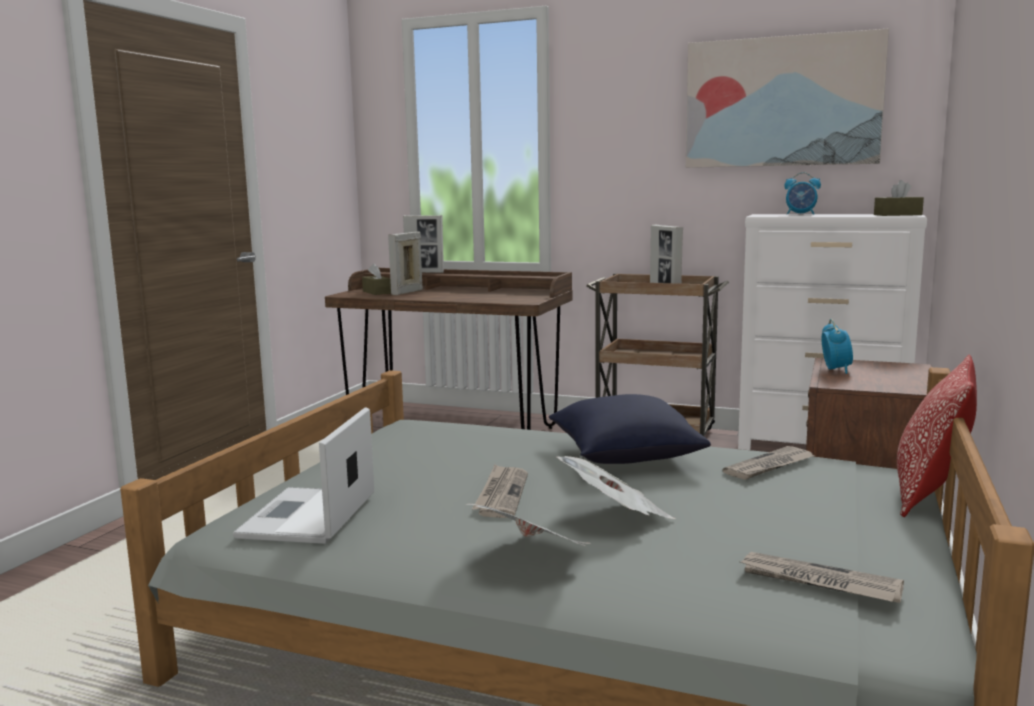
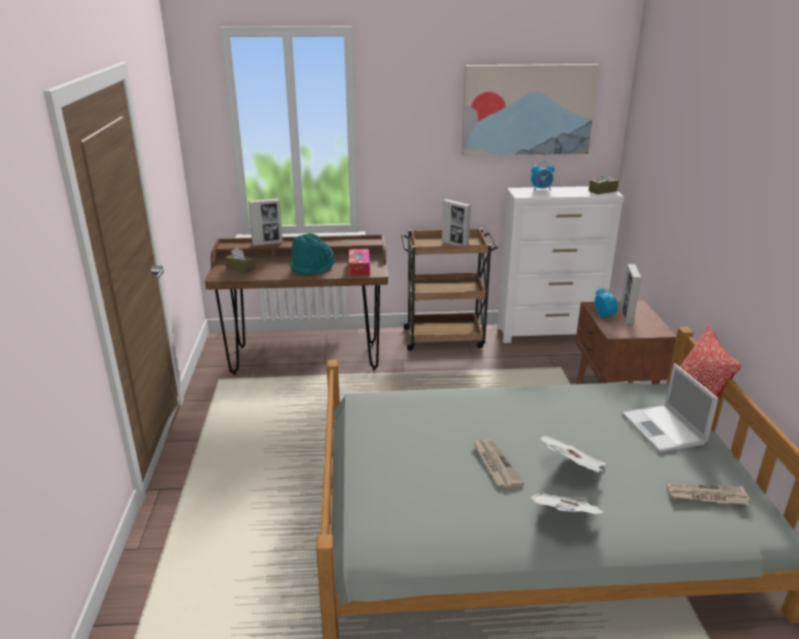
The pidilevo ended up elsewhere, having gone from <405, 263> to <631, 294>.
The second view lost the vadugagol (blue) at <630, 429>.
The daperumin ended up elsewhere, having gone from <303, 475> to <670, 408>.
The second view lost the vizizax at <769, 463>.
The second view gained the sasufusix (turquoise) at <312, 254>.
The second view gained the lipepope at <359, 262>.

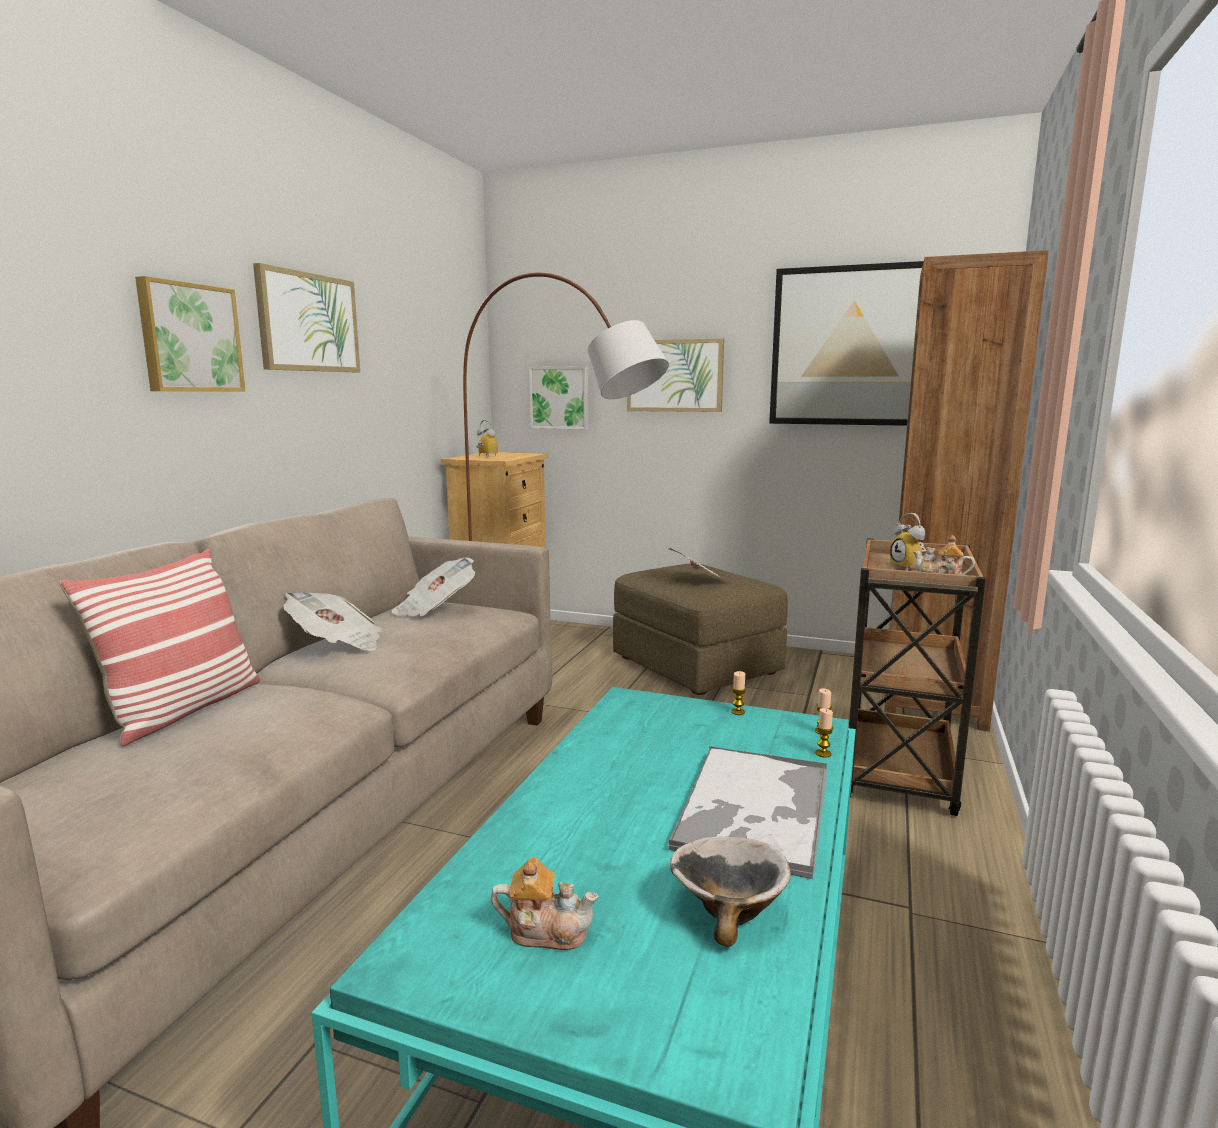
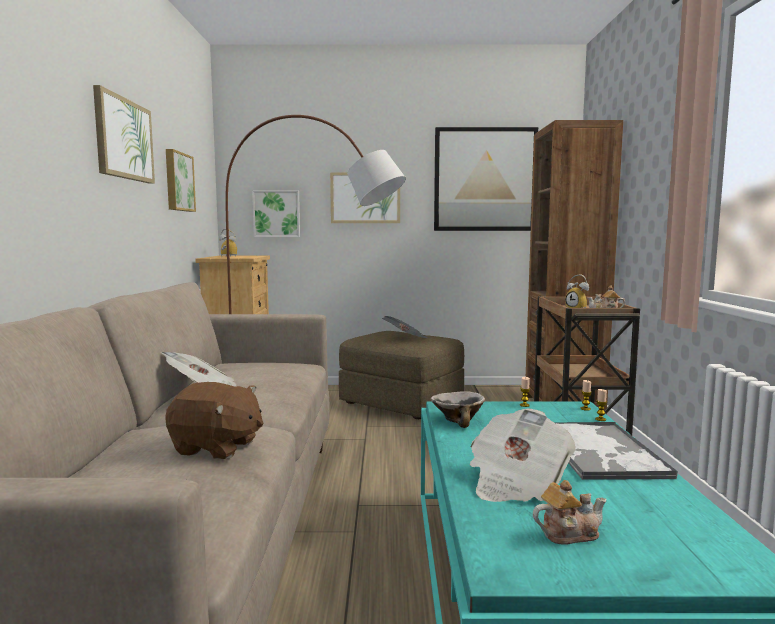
The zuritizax ended up elsewhere, having gone from <190, 333> to <181, 180>.
The second view lost the vadugagol at <159, 648>.
The vizizax ended up elsewhere, having gone from <433, 587> to <523, 455>.
The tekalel ended up elsewhere, having gone from <730, 892> to <458, 409>.
The second view gained the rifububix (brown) at <214, 420>.

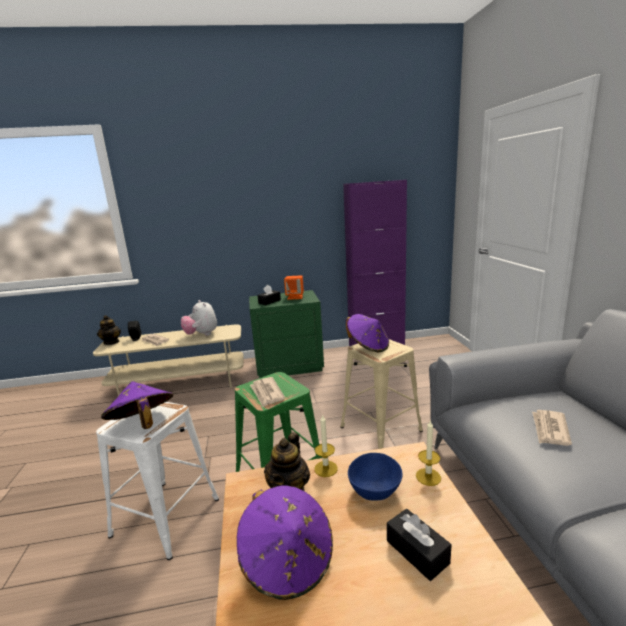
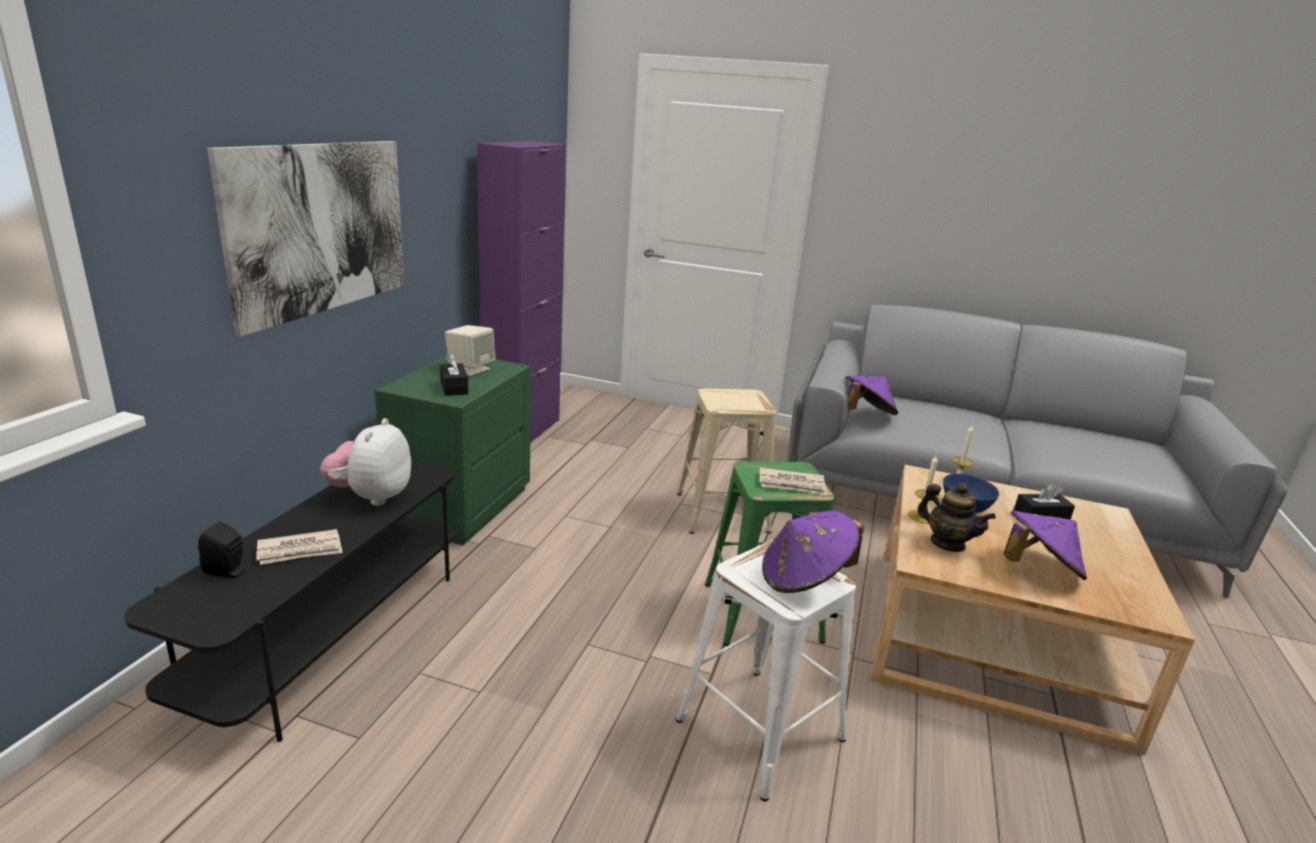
What was the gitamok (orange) at <294, 287> turned into the gitamok (beige) at <470, 350>.
The rifububix at <199, 318> ended up facing another way, 105 degrees clockwise from before.
The sasufusix (purple) ended up elsewhere, having gone from <367, 333> to <871, 395>.
The second view lost the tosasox at <109, 330>.
What was the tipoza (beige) at <168, 360> turned into the tipoza (black) at <289, 600>.
The second view lost the vizizax at <552, 428>.
The second view gained the zuritizax at <306, 239>.

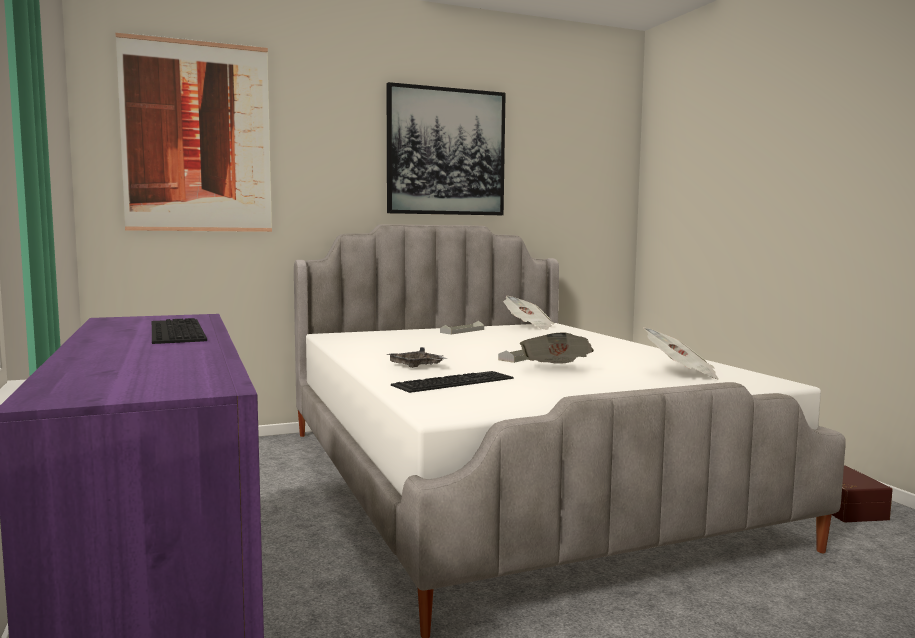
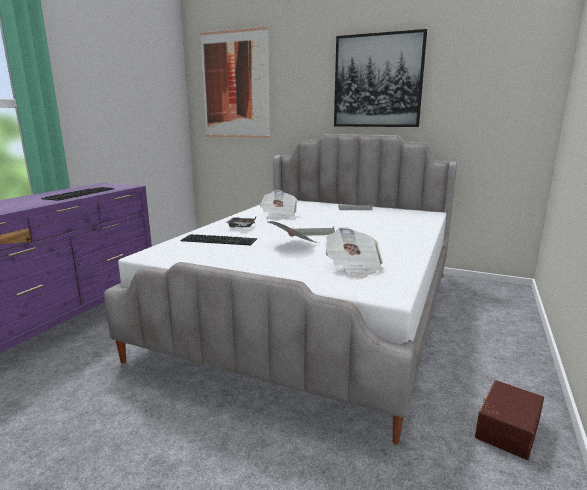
The vizizax ended up elsewhere, having gone from <528, 313> to <279, 205>.

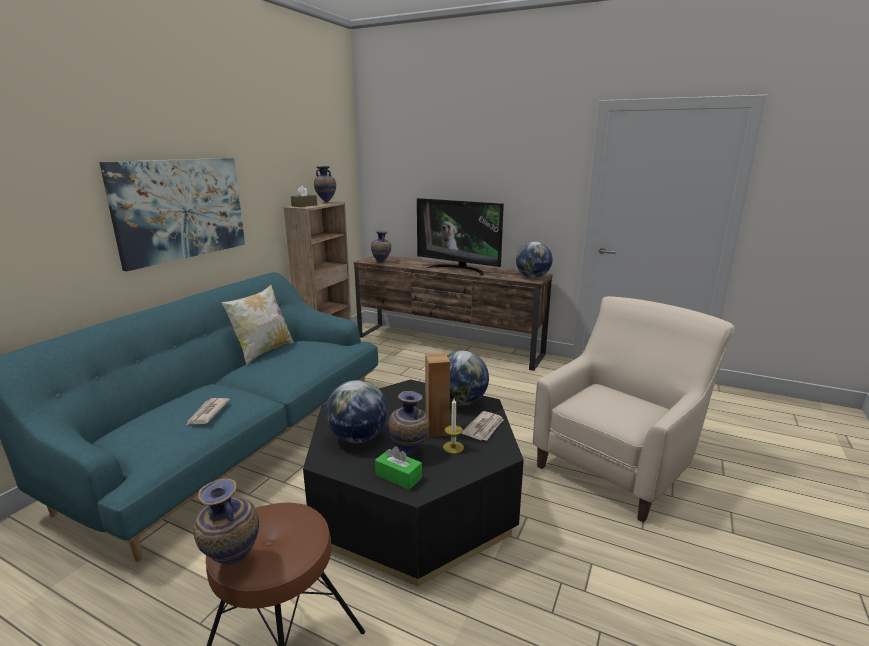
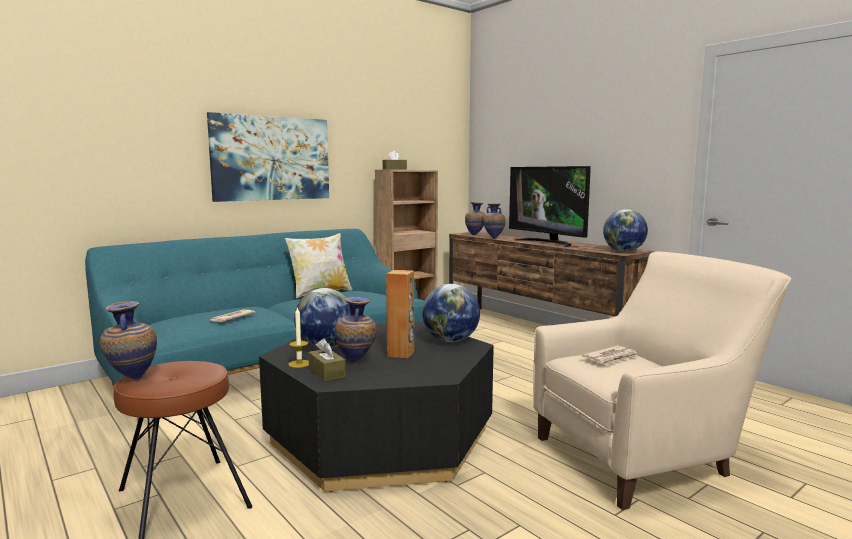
The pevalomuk ended up elsewhere, having gone from <325, 184> to <494, 220>.
The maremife ended up elsewhere, having gone from <453, 426> to <298, 338>.
The vizizax ended up elsewhere, having gone from <482, 426> to <610, 355>.
What was the lipepope (green) at <398, 468> turned into the lipepope (brown) at <327, 360>.

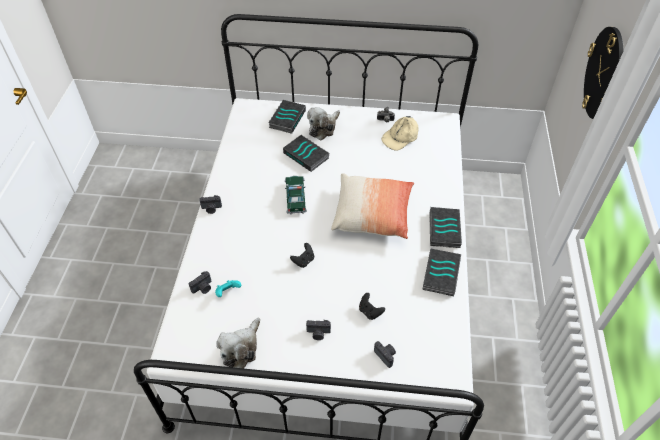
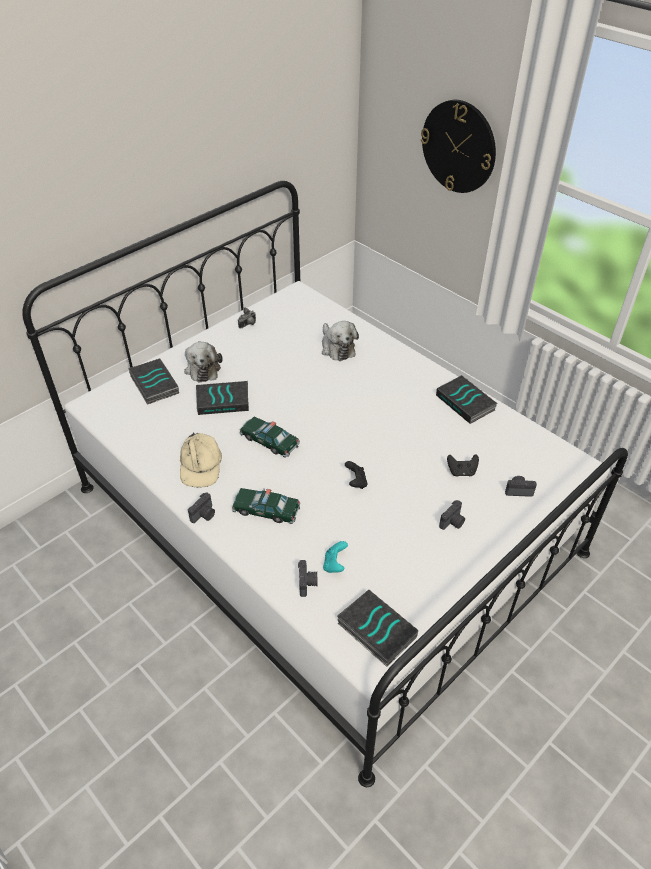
The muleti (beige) ended up elsewhere, having gone from <400, 133> to <201, 460>.
The second view lost the vadugagol at <372, 206>.
The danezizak ended up elsewhere, having gone from <445, 227> to <377, 628>.
The rifububix ended up elsewhere, having gone from <238, 342> to <340, 341>.
The second view gained the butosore at <266, 506>.

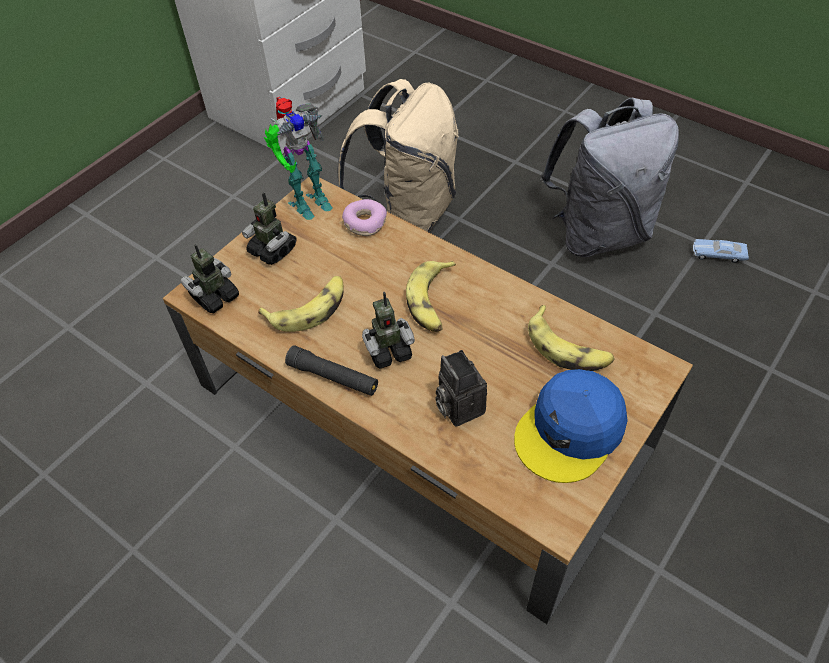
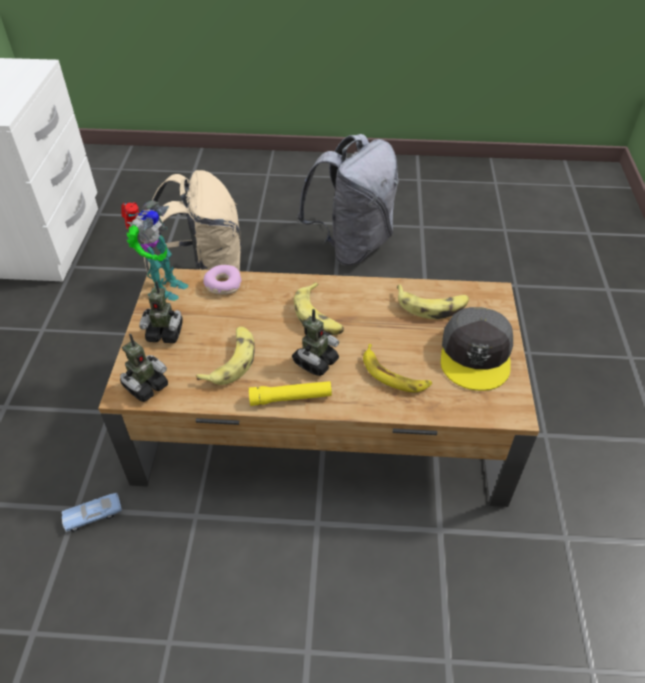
The butosore (blue) ended up elsewhere, having gone from <721, 251> to <91, 512>.
The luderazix at <210, 278> ended up facing another way, 150 degrees counterclockwise from before.
What was the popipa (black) at <331, 370> turned into the popipa (yellow) at <290, 393>.
Where the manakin stood at <461, 388>, the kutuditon came to stand at <397, 368>.
What was the muleti (blue) at <571, 426> turned into the muleti (grey) at <476, 349>.

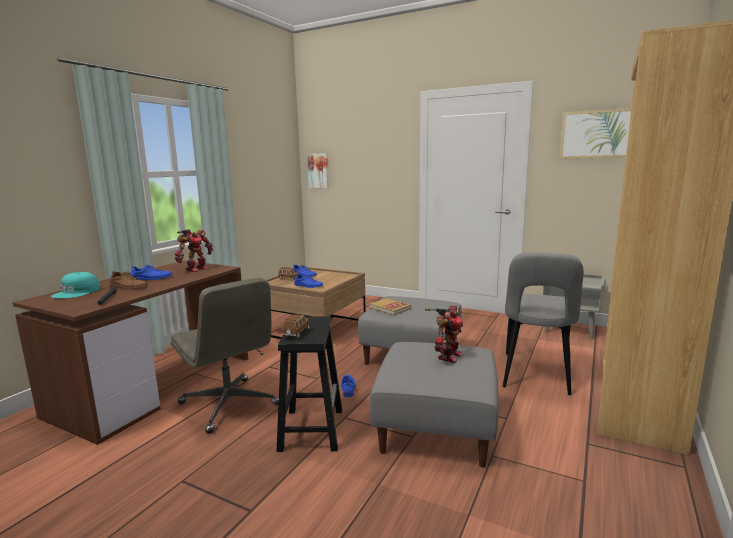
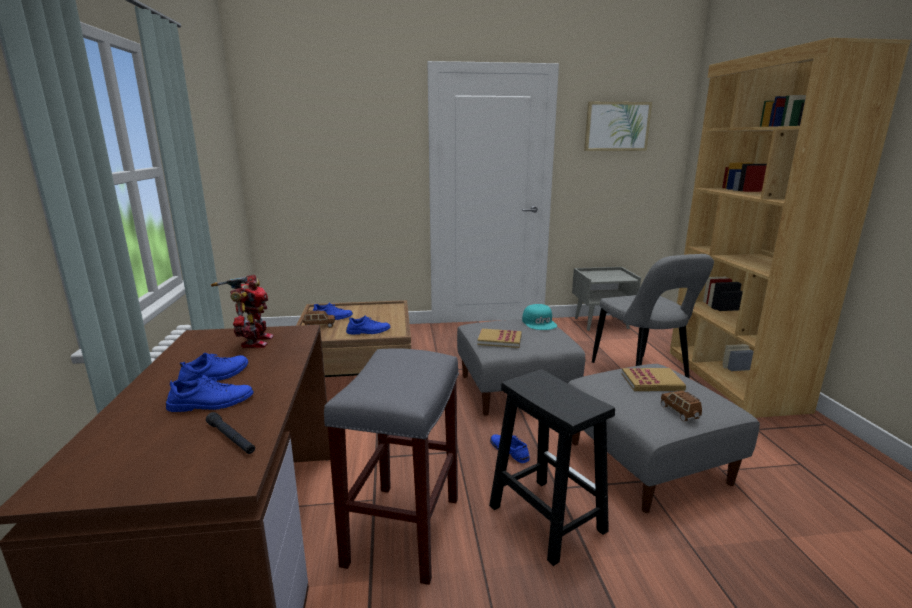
The second view lost the zuritizax at <318, 170>.
What was the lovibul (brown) at <129, 280> turned into the lovibul (blue) at <210, 393>.
The muleti (turquoise) ended up elsewhere, having gone from <75, 285> to <539, 317>.
Where the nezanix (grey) stood at <225, 356>, the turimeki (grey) came to stand at <391, 466>.
Where the luderazix stood at <444, 334>, the danezizak came to stand at <654, 379>.
The butosore (brown) ended up elsewhere, having gone from <296, 326> to <681, 406>.

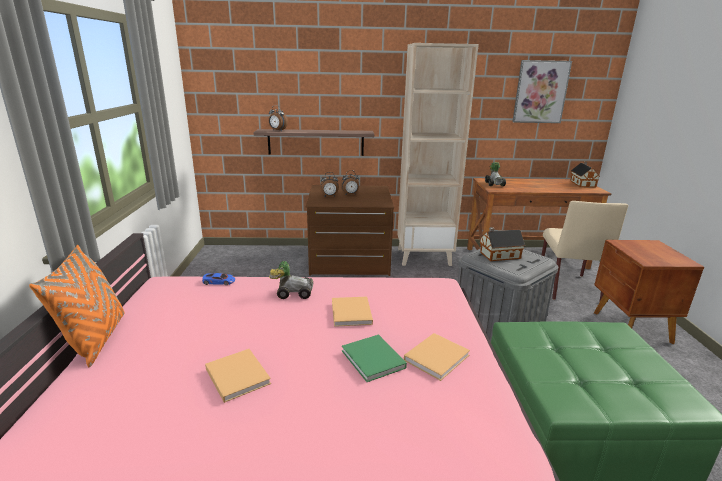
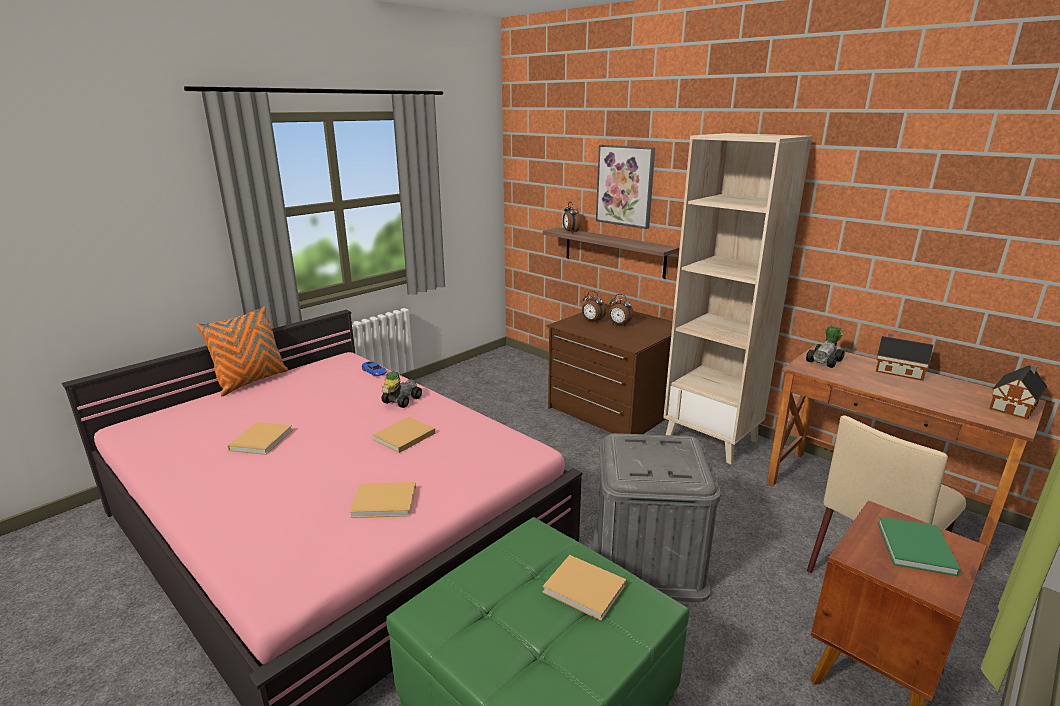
The zuritizax ended up elsewhere, having gone from <542, 91> to <625, 187>.
The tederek ended up elsewhere, having gone from <502, 244> to <904, 356>.
The butosore at <291, 280> ended up facing another way, 105 degrees counterclockwise from before.
The danezizak (green) ended up elsewhere, having gone from <374, 358> to <919, 546>.
The second view gained the danezizak (beige) at <584, 588>.

